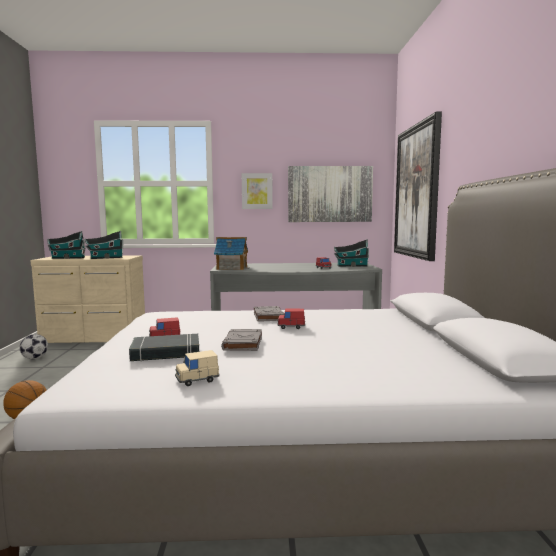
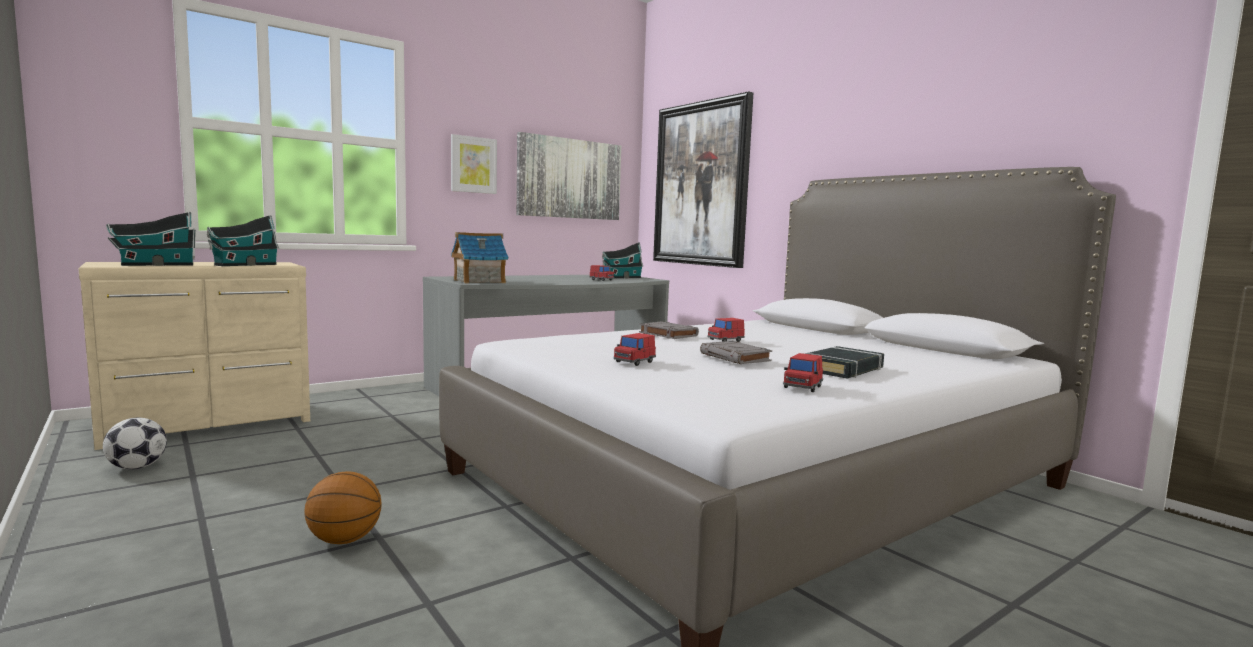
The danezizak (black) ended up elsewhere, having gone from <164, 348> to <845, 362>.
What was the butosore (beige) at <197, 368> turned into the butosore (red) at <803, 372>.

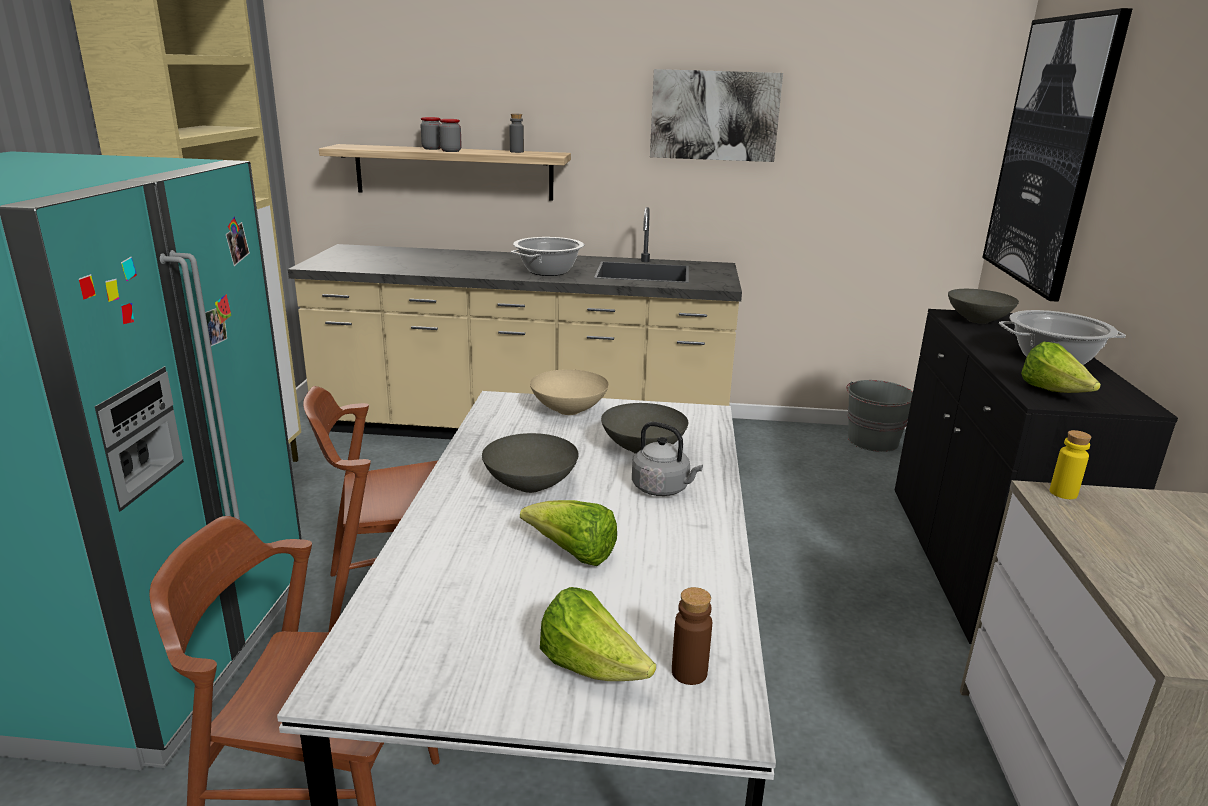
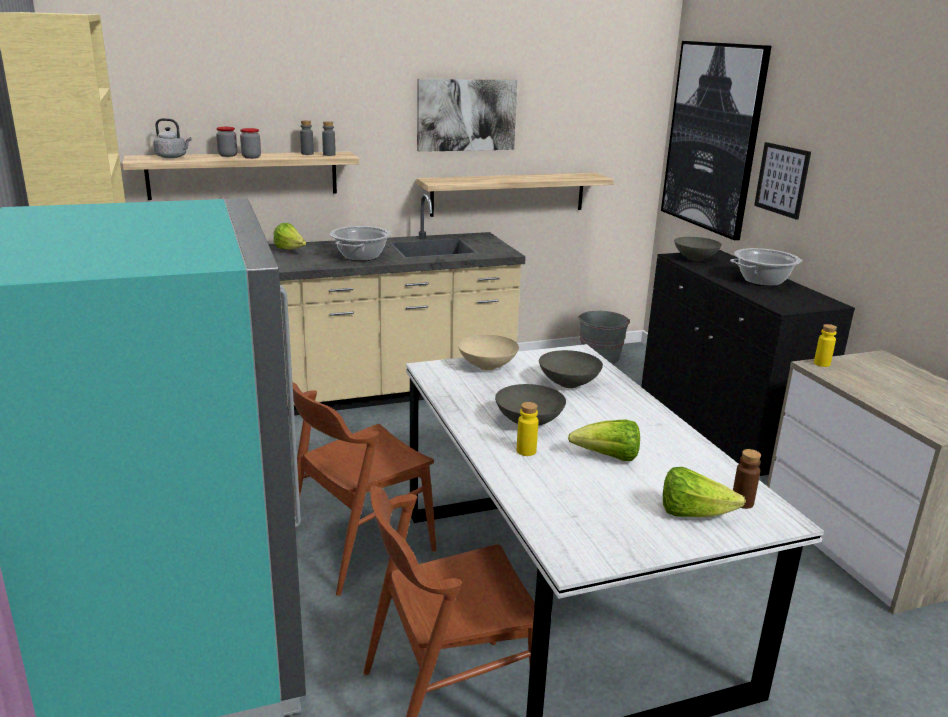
The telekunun ended up elsewhere, having gone from <1061, 367> to <289, 236>.
The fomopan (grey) ended up elsewhere, having gone from <667, 459> to <172, 138>.
The second view gained the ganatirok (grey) at <329, 138>.
The second view gained the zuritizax at <782, 181>.
The second view gained the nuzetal at <515, 195>.
The second view gained the ganatirok (yellow) at <528, 429>.

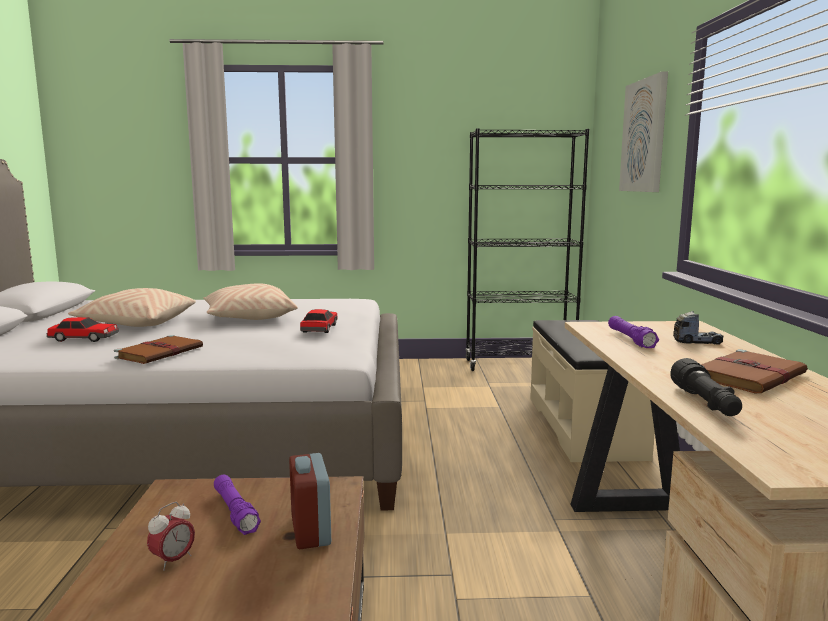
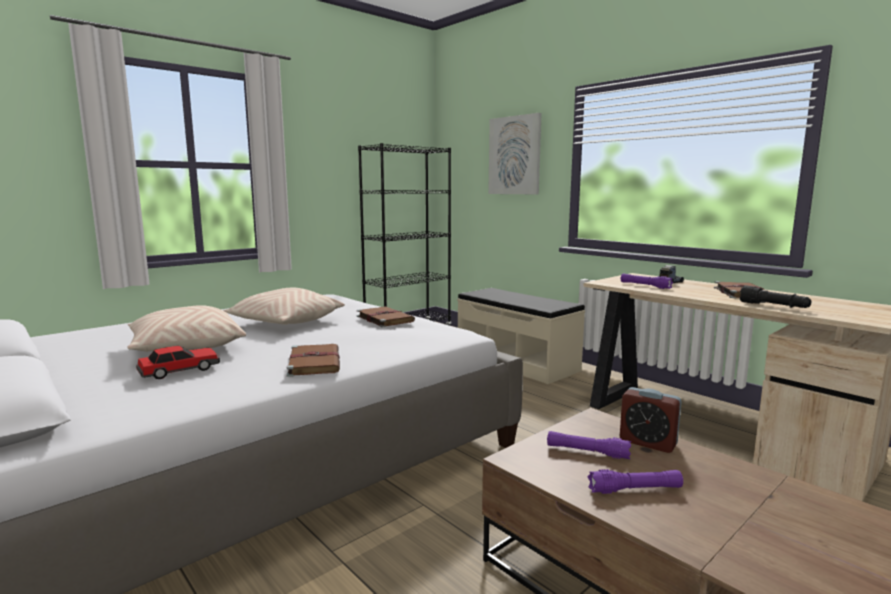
Where the butosore stood at <318, 321>, the danezizak (brown) came to stand at <385, 317>.
Where the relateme stood at <171, 536>, the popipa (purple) came to stand at <635, 481>.

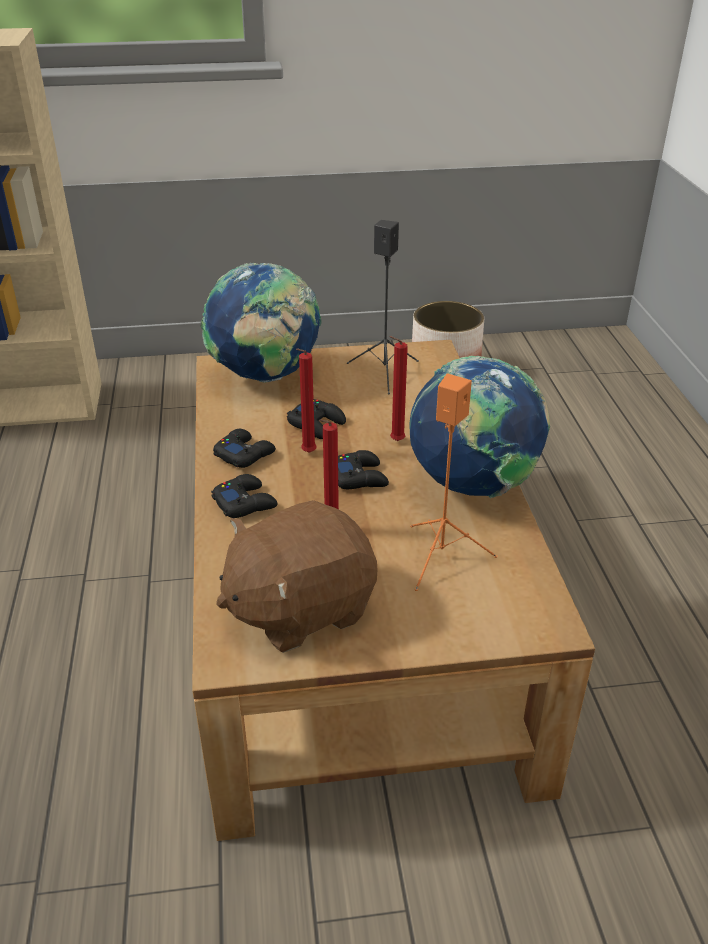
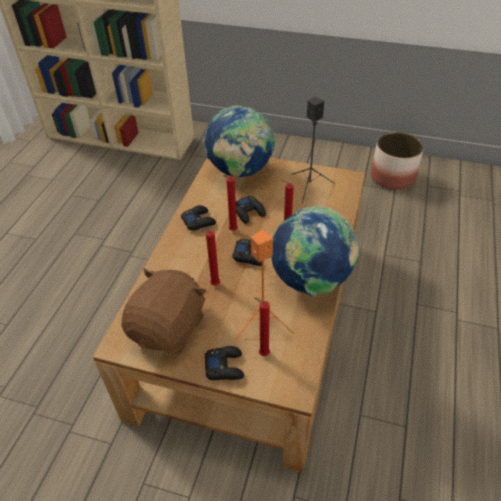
The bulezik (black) ended up elsewhere, having gone from <244, 496> to <224, 363>.
The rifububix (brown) at <296, 576> ended up facing another way, 120 degrees clockwise from before.
The second view gained the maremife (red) at <262, 326>.

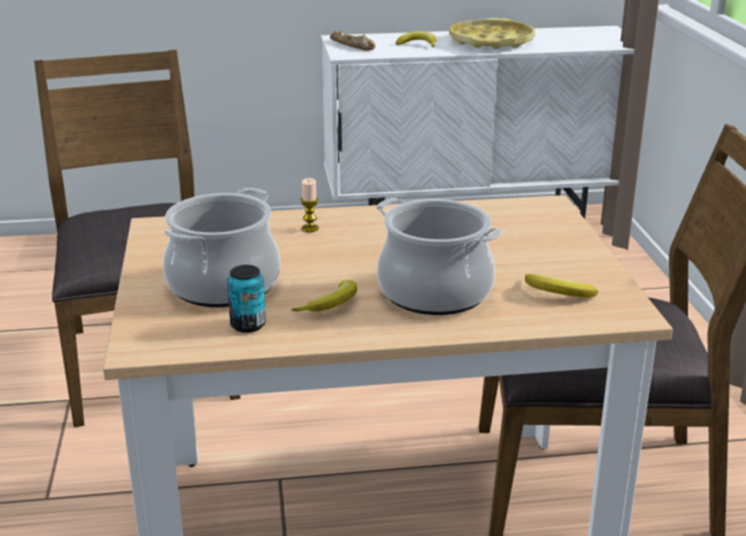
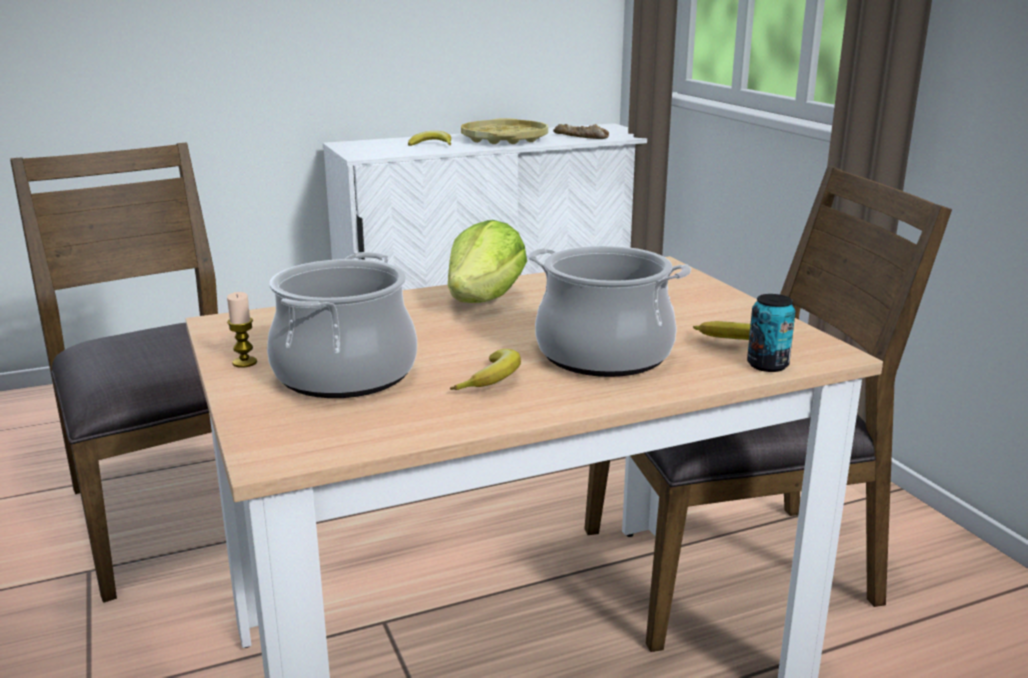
The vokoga ended up elsewhere, having gone from <353, 41> to <581, 131>.
The maremife ended up elsewhere, having gone from <309, 205> to <242, 330>.
The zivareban ended up elsewhere, having gone from <246, 299> to <771, 333>.
The second view gained the telekunun at <487, 261>.

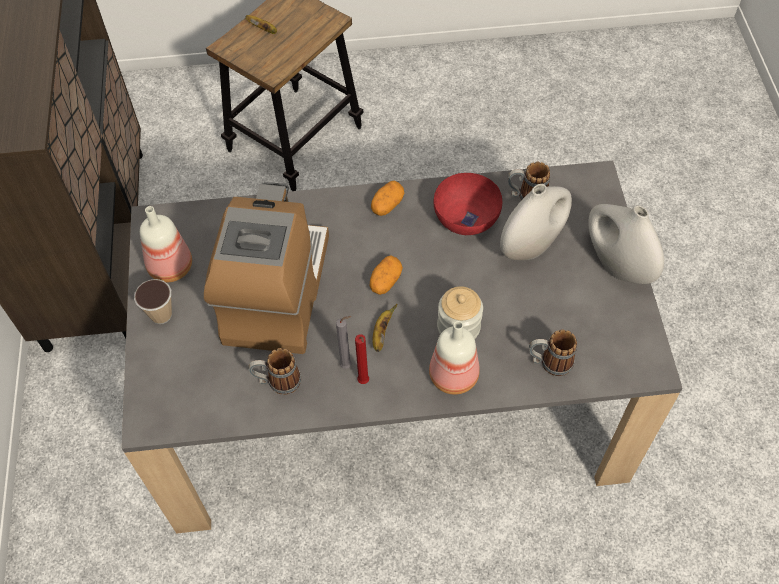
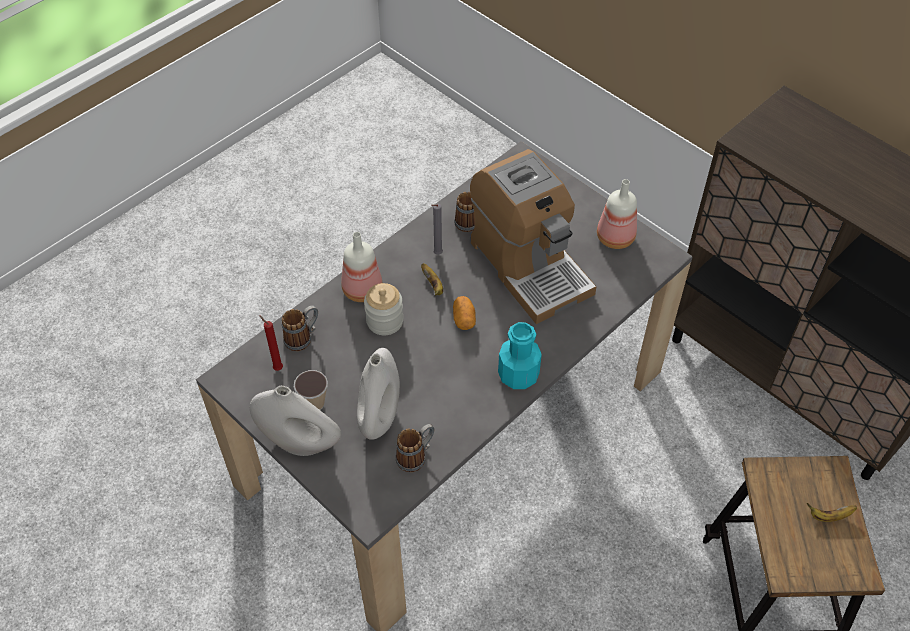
The second view lost the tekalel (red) at <468, 204>.
Where the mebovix stood at <387, 198>, the ganatirok (turquoise) came to stand at <520, 355>.
The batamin ended up elsewhere, having gone from <153, 301> to <311, 390>.
The maremife (red) ended up elsewhere, having gone from <362, 359> to <271, 343>.

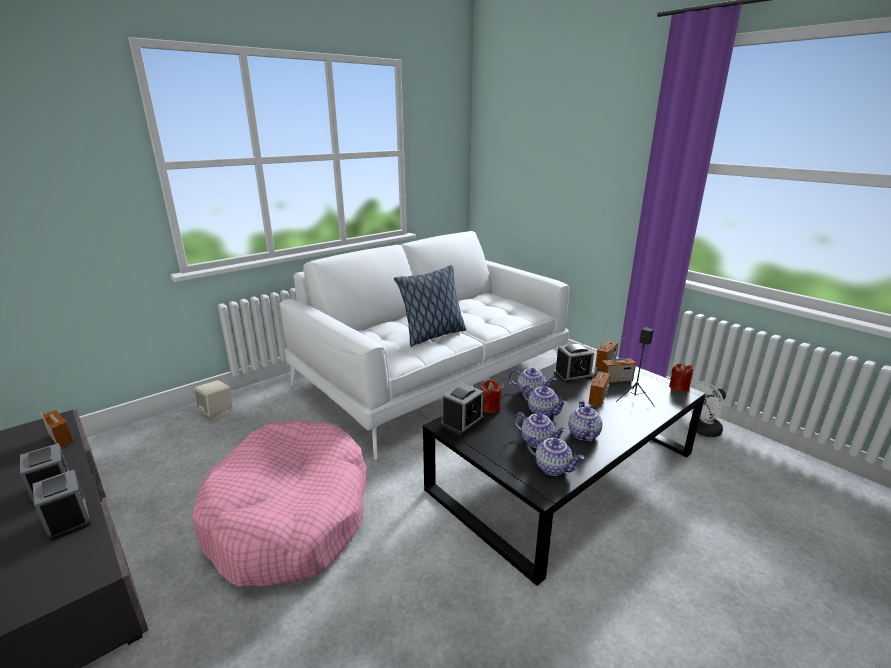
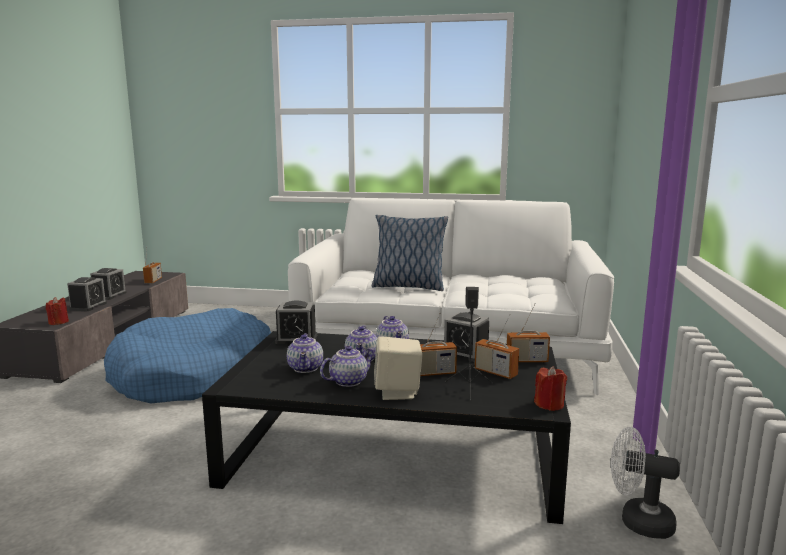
The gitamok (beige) ended up elsewhere, having gone from <213, 400> to <398, 368>.
The maremife (red) ended up elsewhere, having gone from <491, 396> to <57, 311>.
What was the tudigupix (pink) at <279, 503> turned into the tudigupix (blue) at <187, 355>.
The second view lost the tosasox at <555, 456>.

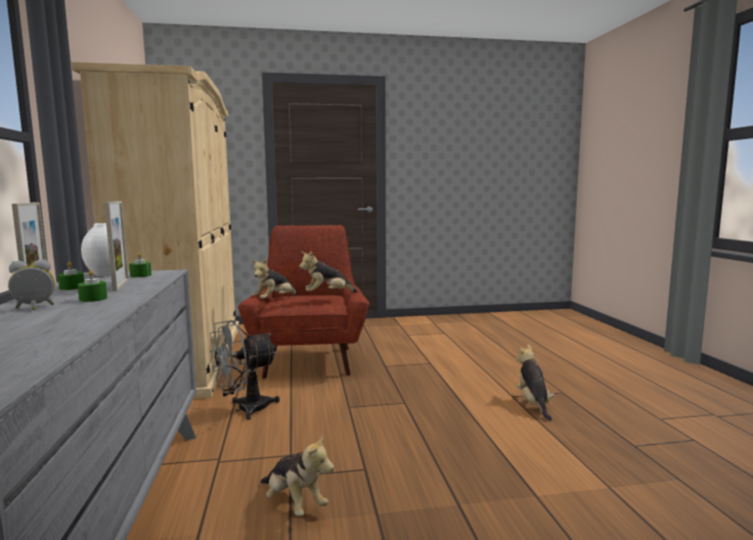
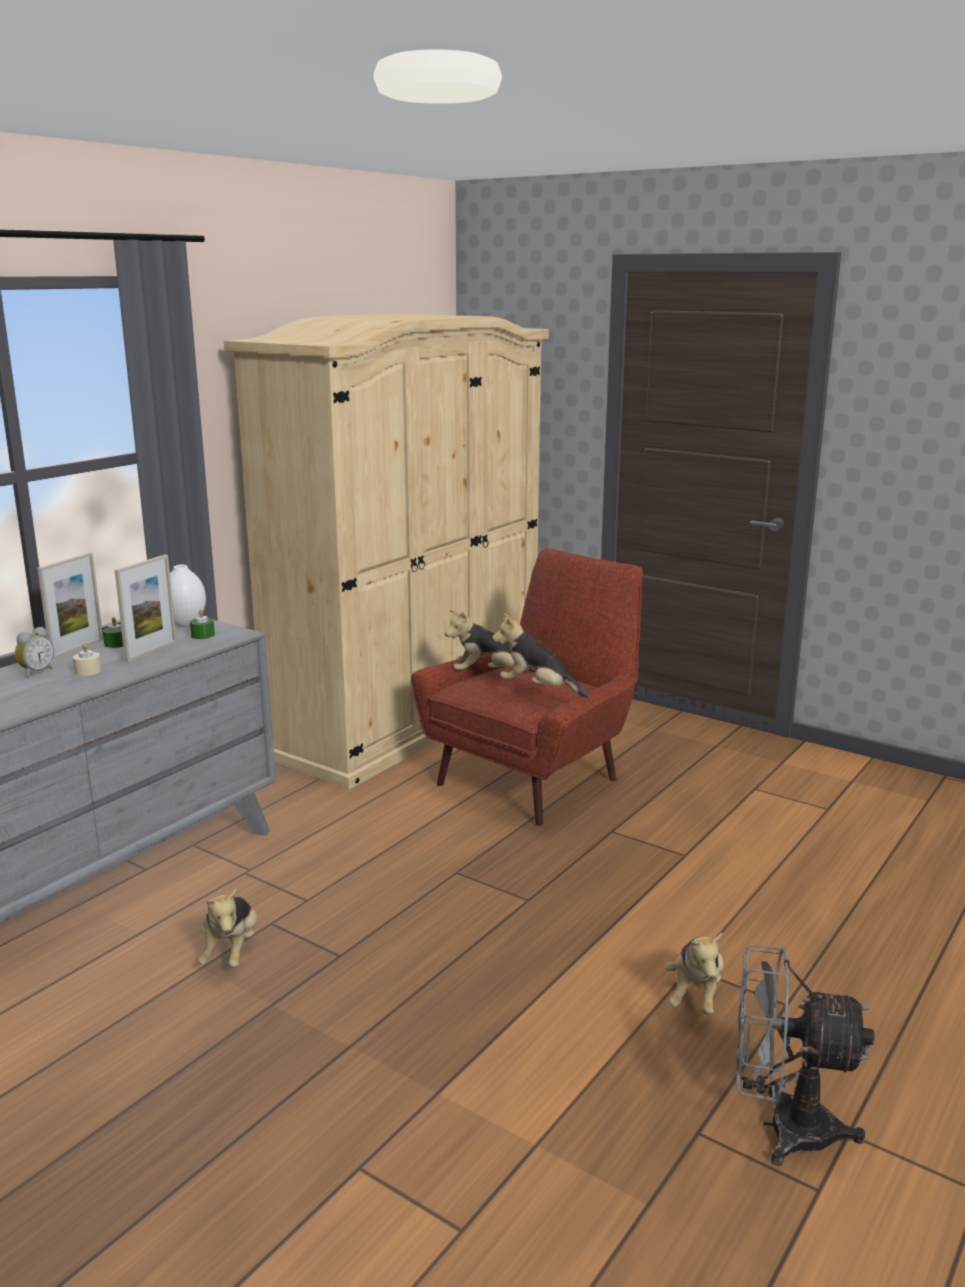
The relateme at <31, 284> ended up facing another way, 105 degrees clockwise from before.
What was the maremife (green) at <92, 286> turned into the maremife (beige) at <87, 659>.
The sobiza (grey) ended up elsewhere, having gone from <244, 370> to <805, 1055>.
The rifububix at <535, 382> ended up facing another way, 150 degrees clockwise from before.

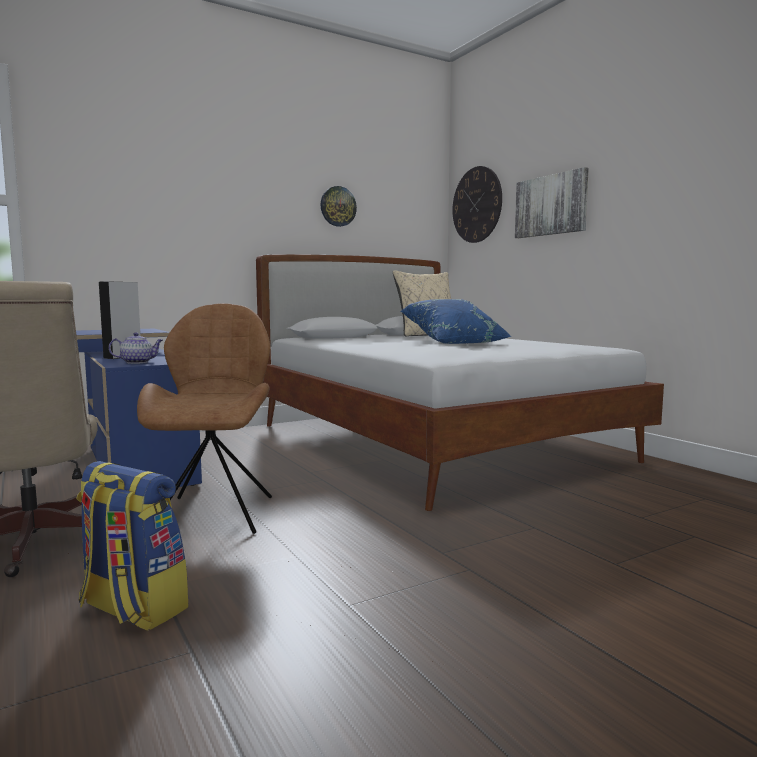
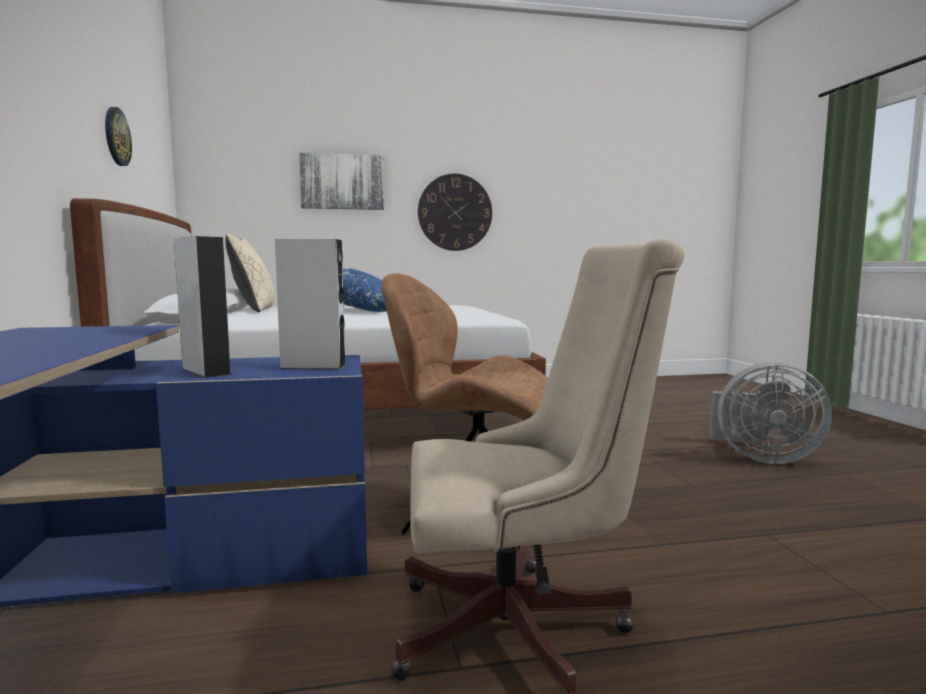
The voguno ended up elsewhere, having gone from <477, 204> to <455, 212>.
Where the tosasox stood at <136, 348>, the gitamok (grey) came to stand at <310, 304>.
The second view lost the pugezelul at <132, 546>.
The second view gained the sobiza (grey) at <771, 413>.

